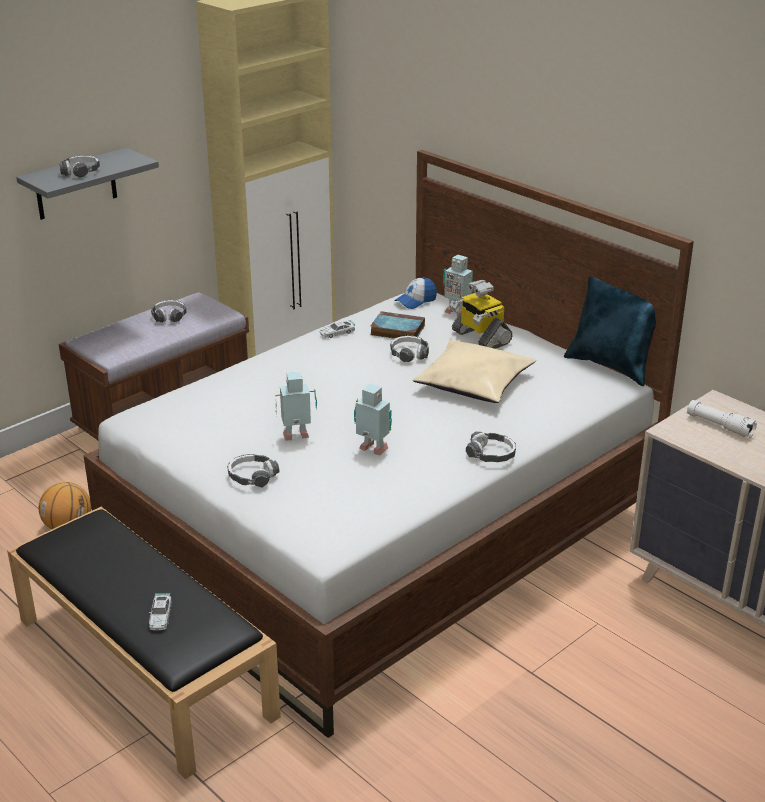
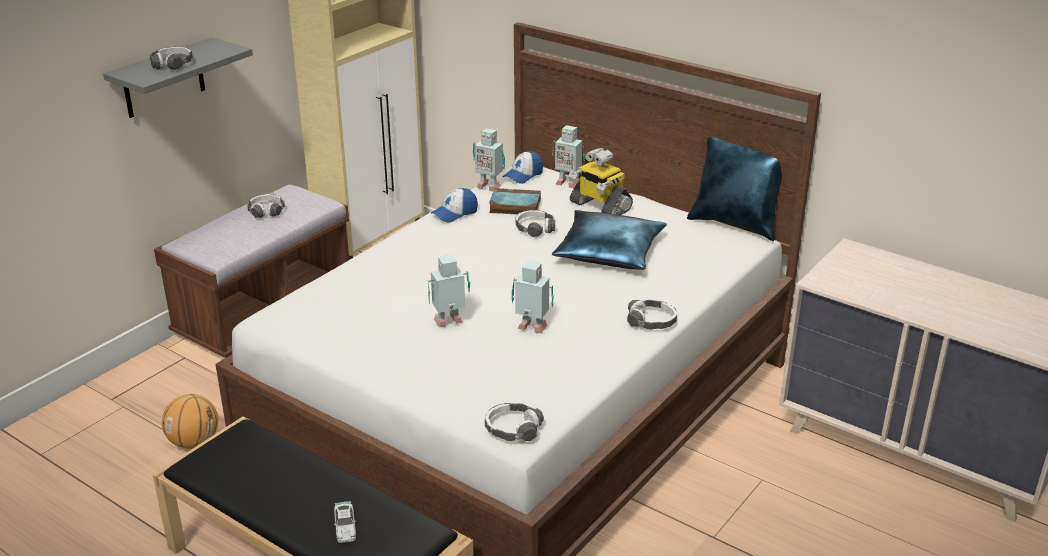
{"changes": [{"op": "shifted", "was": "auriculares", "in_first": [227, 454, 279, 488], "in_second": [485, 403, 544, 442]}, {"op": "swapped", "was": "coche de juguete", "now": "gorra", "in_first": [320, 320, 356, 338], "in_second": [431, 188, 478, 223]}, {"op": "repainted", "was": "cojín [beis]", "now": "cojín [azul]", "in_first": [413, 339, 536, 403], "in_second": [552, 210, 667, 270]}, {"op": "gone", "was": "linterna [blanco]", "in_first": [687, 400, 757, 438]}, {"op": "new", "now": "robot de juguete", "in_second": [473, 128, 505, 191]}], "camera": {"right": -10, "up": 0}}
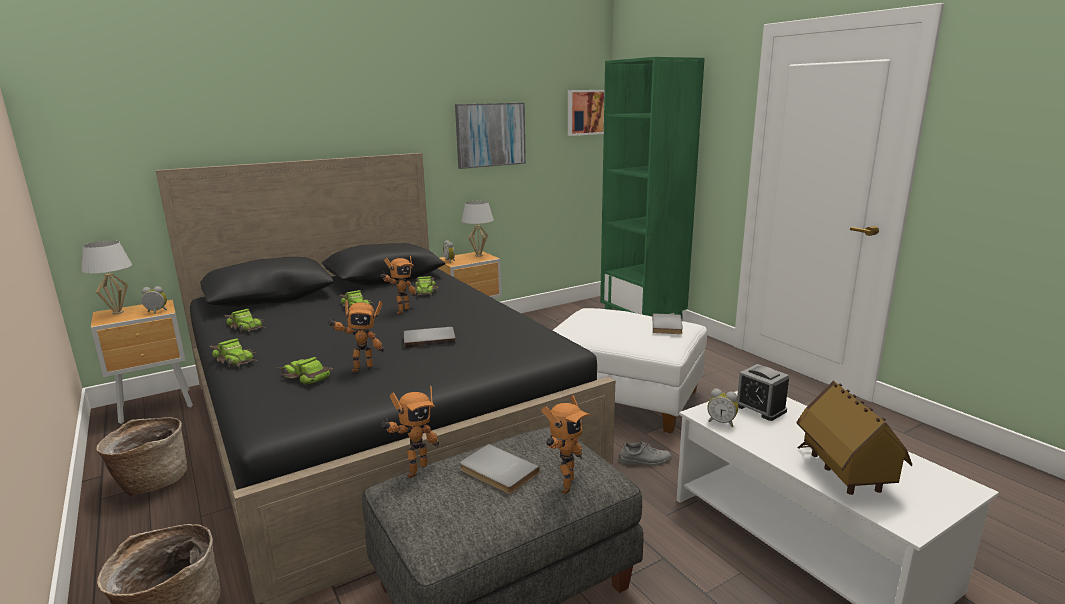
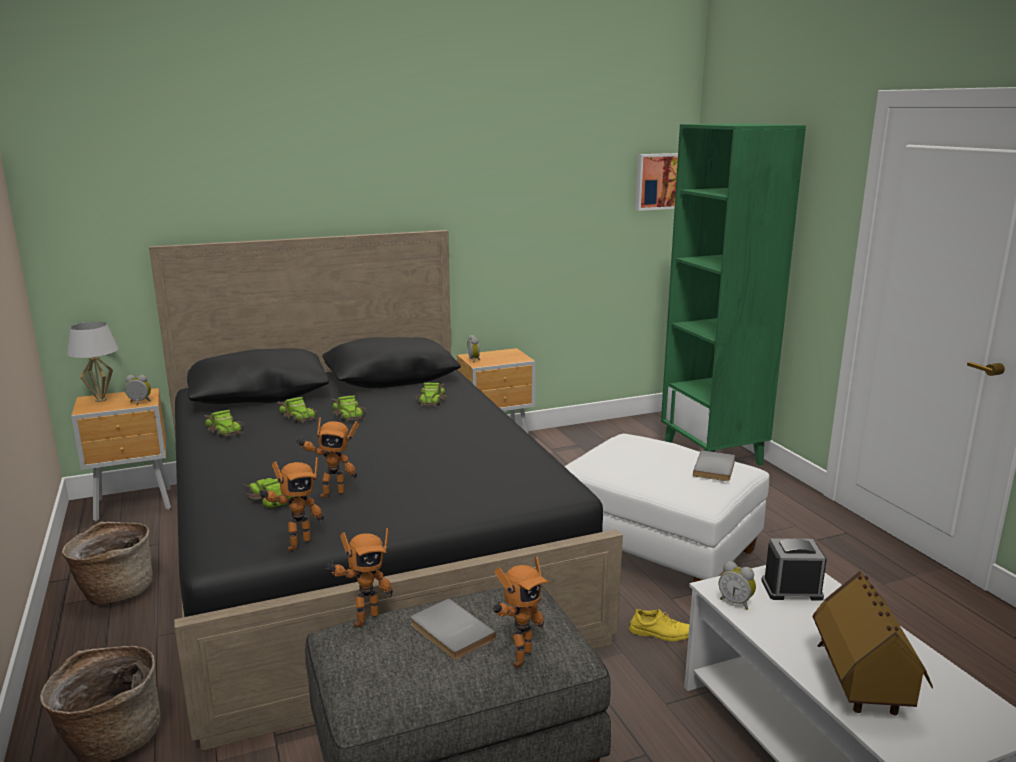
{"changes": [{"op": "shifted", "was": "coche de juguete", "in_first": [210, 339, 257, 367], "in_second": [277, 397, 319, 423]}, {"op": "shifted", "was": "robot de juguete", "in_first": [380, 256, 416, 314], "in_second": [258, 457, 324, 551]}, {"op": "gone", "was": "libro [gris]", "in_first": [404, 327, 456, 348]}, {"op": "gone", "was": "cuadro", "in_first": [455, 103, 526, 169]}, {"op": "gone", "was": "lámpara de mesa [blanco]", "in_first": [461, 201, 494, 257]}, {"op": "repainted", "was": "zapato [gris]", "now": "zapato [amarillo]", "in_first": [619, 441, 672, 466], "in_second": [629, 609, 689, 642]}, {"op": "rotated", "was": "despertador", "in_first": [737, 364, 789, 421], "in_second": [761, 538, 827, 601], "clockwise": 120}], "camera": {"right": 10, "up": 0}}
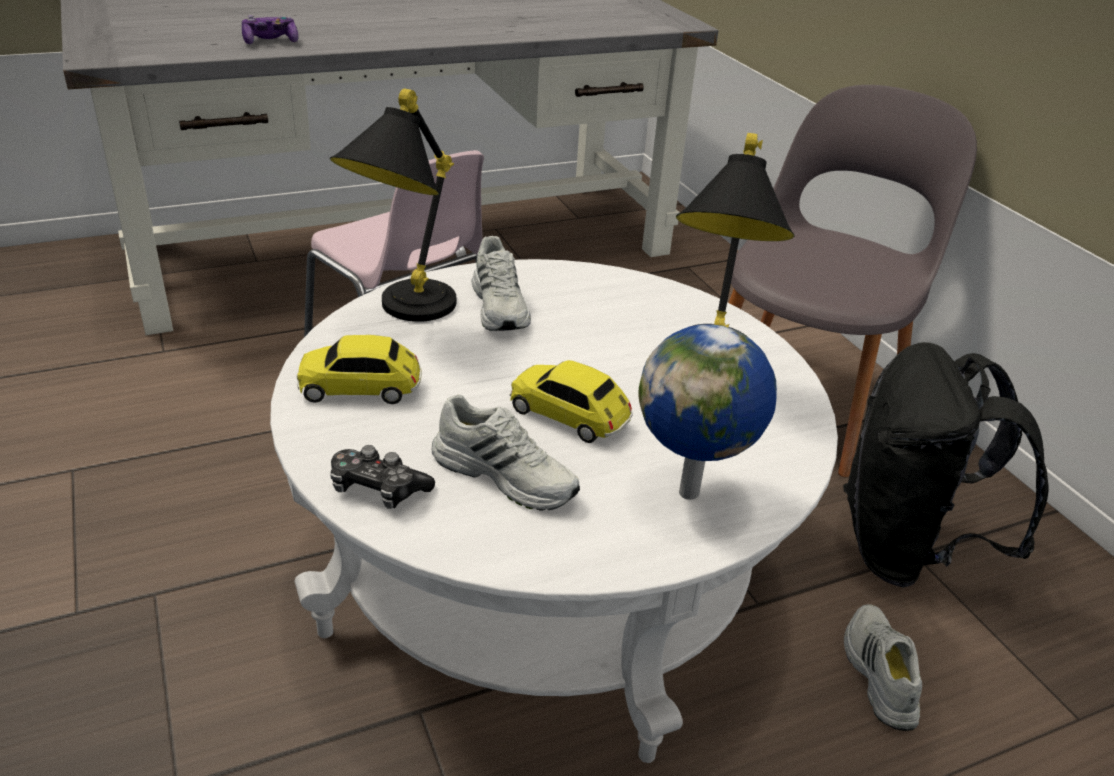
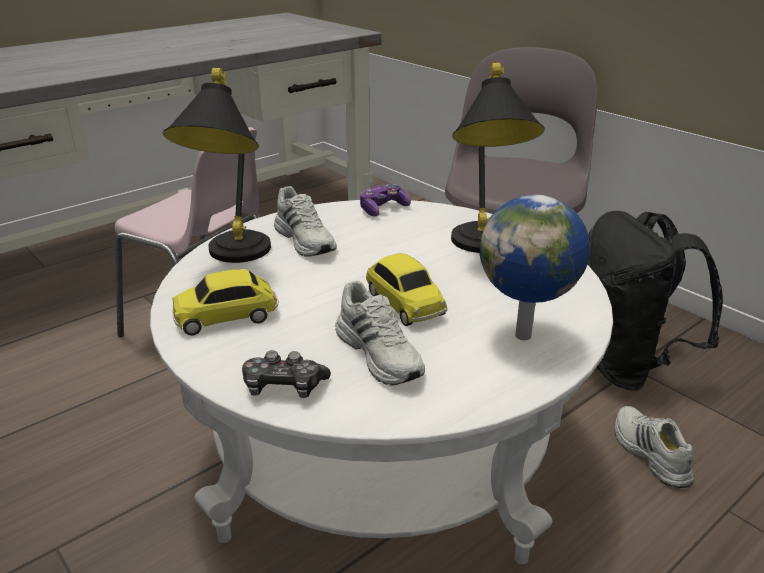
{"changes": [{"op": "shifted", "was": "mando de consola", "in_first": [242, 15, 299, 44], "in_second": [360, 184, 411, 216]}, {"op": "rotated", "was": "zapato [blanco]", "in_first": [431, 394, 580, 511], "in_second": [335, 281, 425, 386], "clockwise": 45}, {"op": "rotated", "was": "coche de juguete", "in_first": [510, 360, 633, 443], "in_second": [366, 253, 447, 326], "clockwise": -135}], "camera": {"right": -15, "up": -5}}
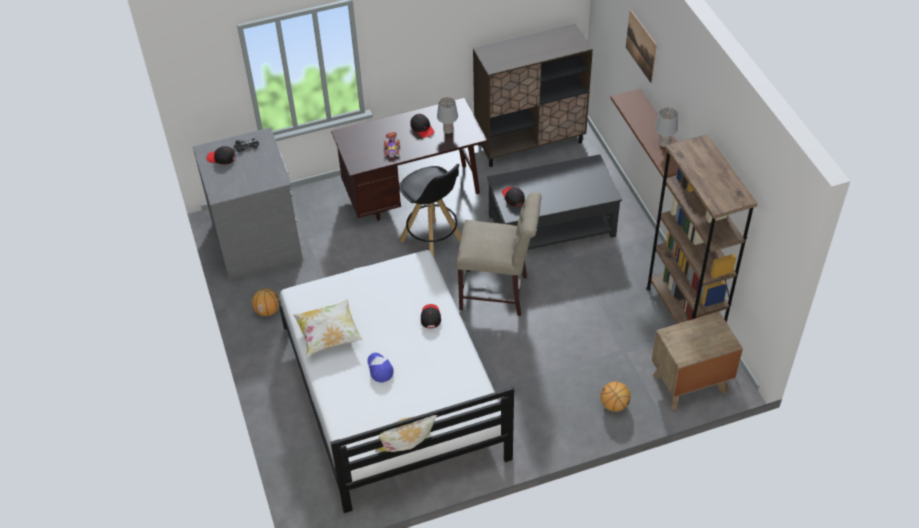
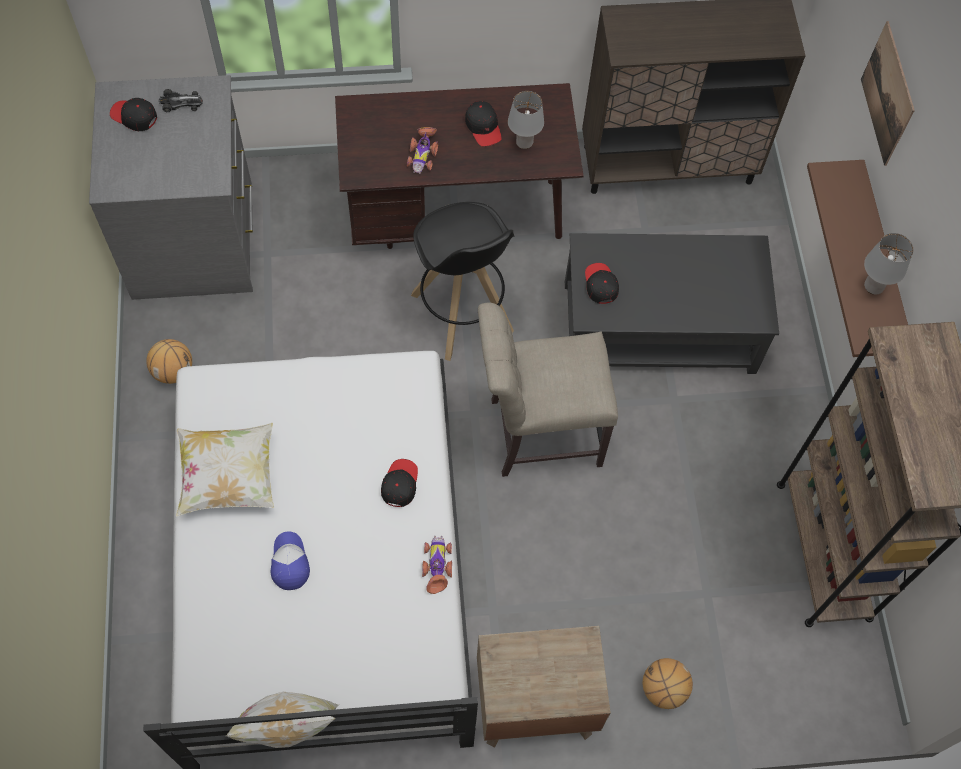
{"changes": [{"op": "rotated", "was": "silla [beis]", "in_first": [457, 192, 542, 316], "in_second": [478, 303, 618, 477], "clockwise": 150}, {"op": "shifted", "was": "mesita de noche [marrón]", "in_first": [652, 312, 743, 410], "in_second": [477, 626, 611, 748]}, {"op": "new", "now": "coche de juguete", "in_second": [422, 536, 452, 594]}], "camera": {"right": 10, "up": 15}}
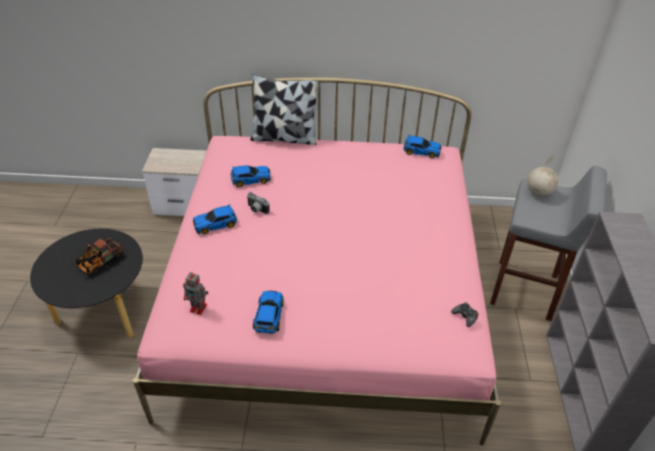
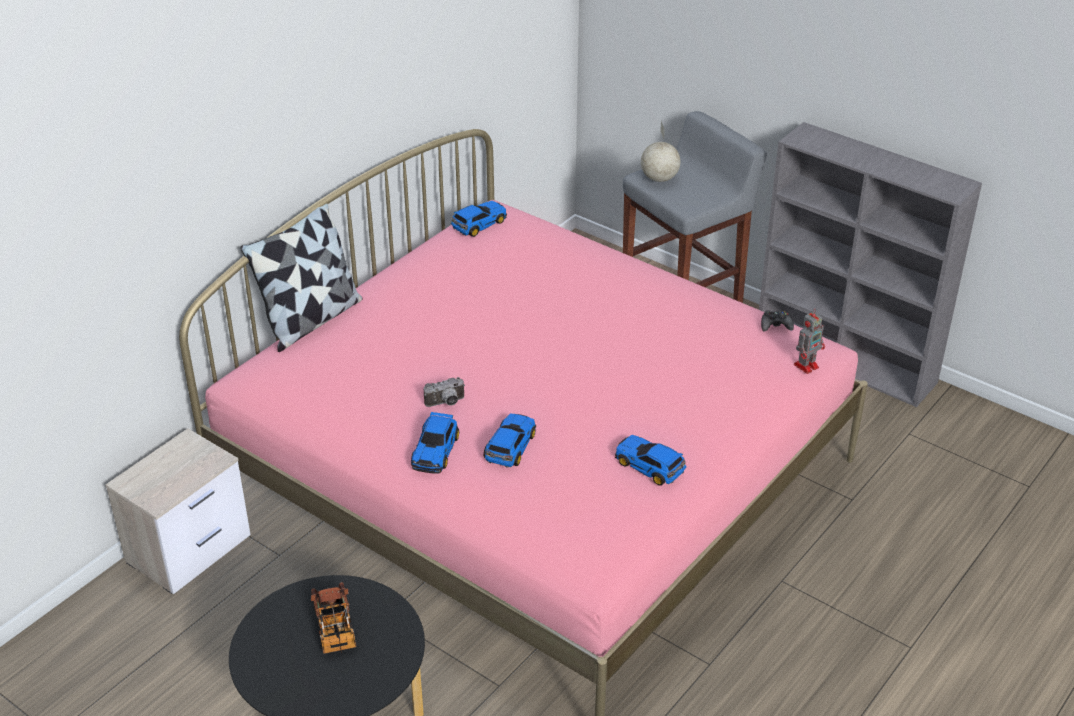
{"changes": [{"op": "shifted", "was": "robot de juguete", "in_first": [183, 272, 209, 315], "in_second": [794, 309, 825, 374]}, {"op": "shifted", "was": "coche de juguete", "in_first": [231, 165, 271, 187], "in_second": [483, 414, 536, 468]}], "camera": {"right": -55, "up": -5}}
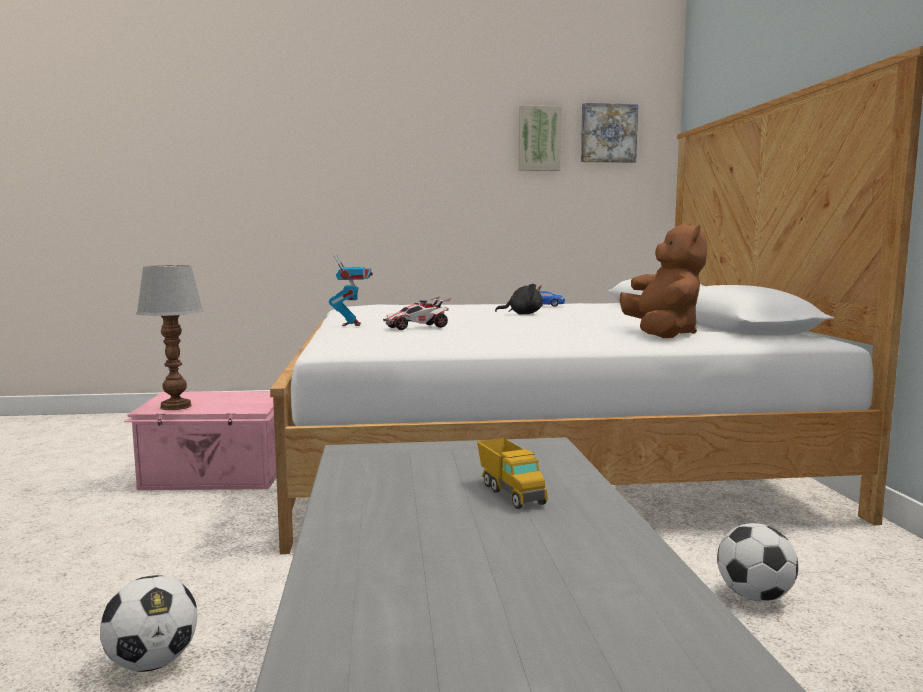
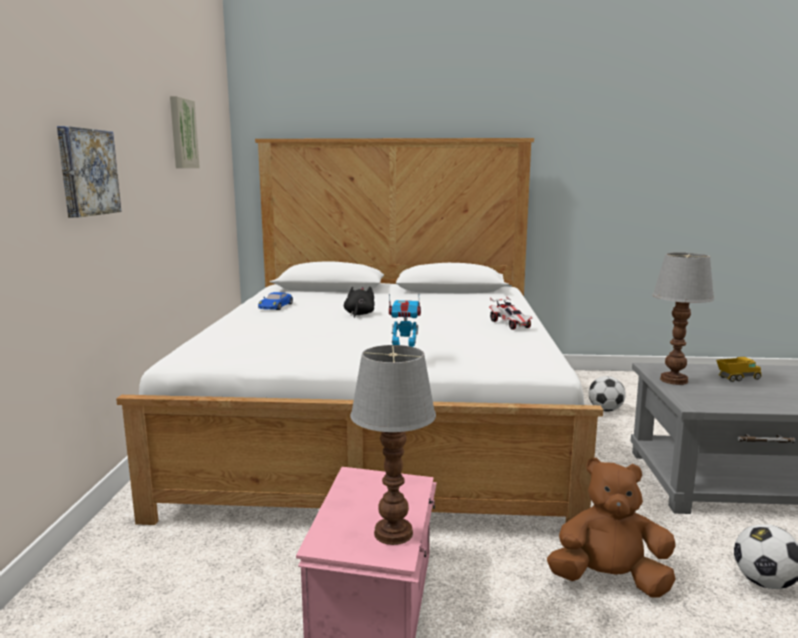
{"changes": [{"op": "shifted", "was": "coche de juguete", "in_first": [383, 296, 451, 330], "in_second": [489, 296, 532, 330]}, {"op": "shifted", "was": "cuadro", "in_first": [581, 103, 638, 163], "in_second": [57, 126, 121, 218]}, {"op": "shifted", "was": "peluche [marrón]", "in_first": [619, 223, 707, 338], "in_second": [547, 458, 676, 598]}, {"op": "new", "now": "lámpara de mesa", "in_second": [653, 253, 714, 385]}], "camera": {"right": -80, "up": 5}}
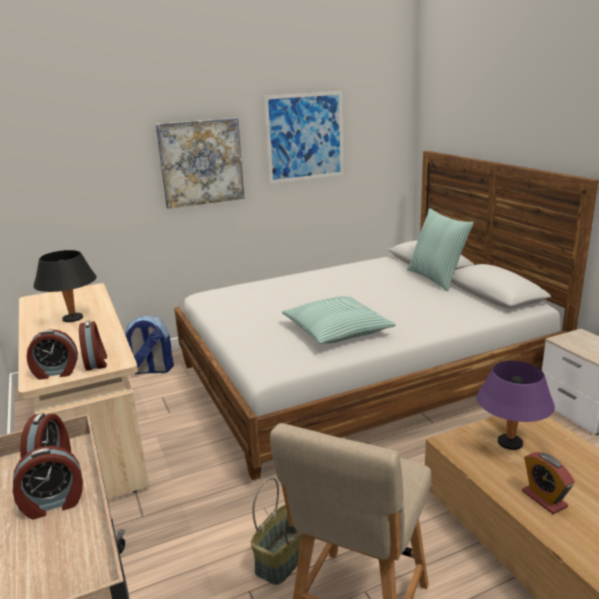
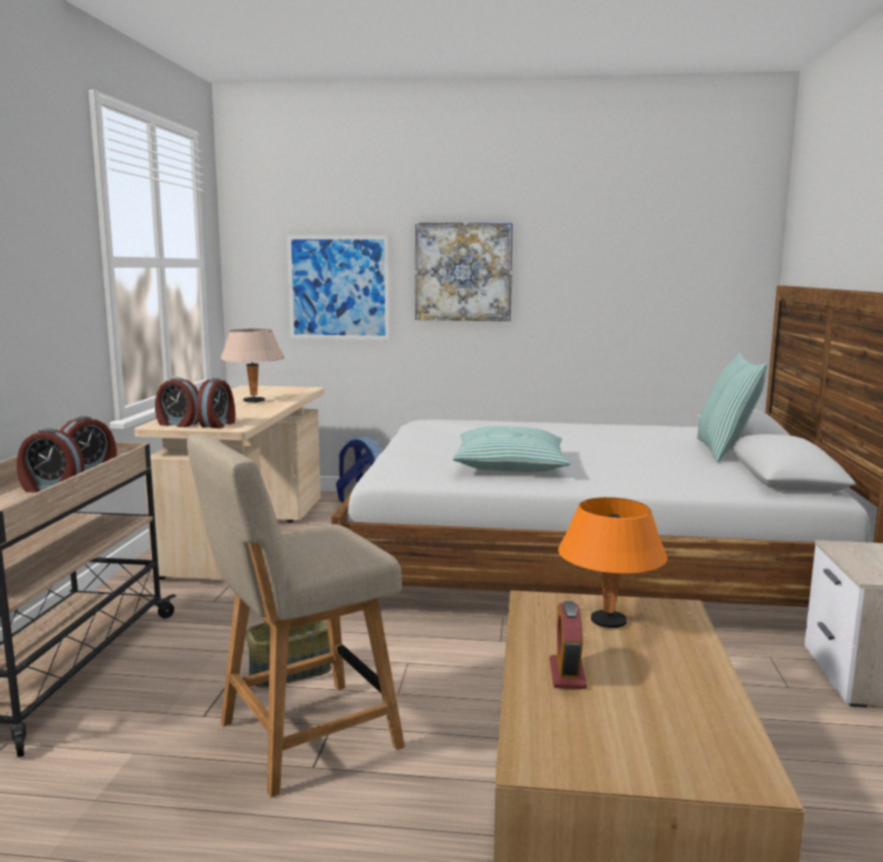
{"changes": [{"op": "repainted", "was": "lámpara de mesa [negro]", "now": "lámpara de mesa [beis]", "in_first": [33, 250, 97, 322], "in_second": [220, 329, 284, 403]}, {"op": "shifted", "was": "cuadro", "in_first": [264, 91, 343, 184], "in_second": [287, 235, 390, 340]}, {"op": "repainted", "was": "lámpara de mesa [morado]", "now": "lámpara de mesa [naranja]", "in_first": [477, 361, 555, 450], "in_second": [558, 497, 668, 628]}], "camera": {"right": 30, "up": -10}}
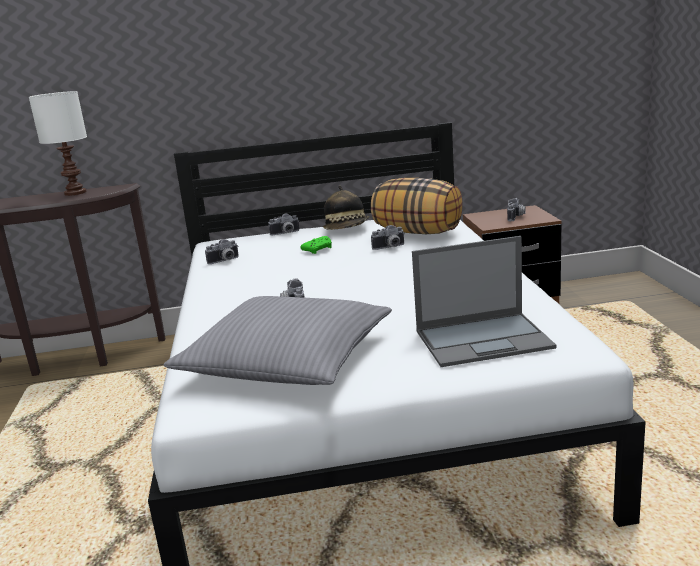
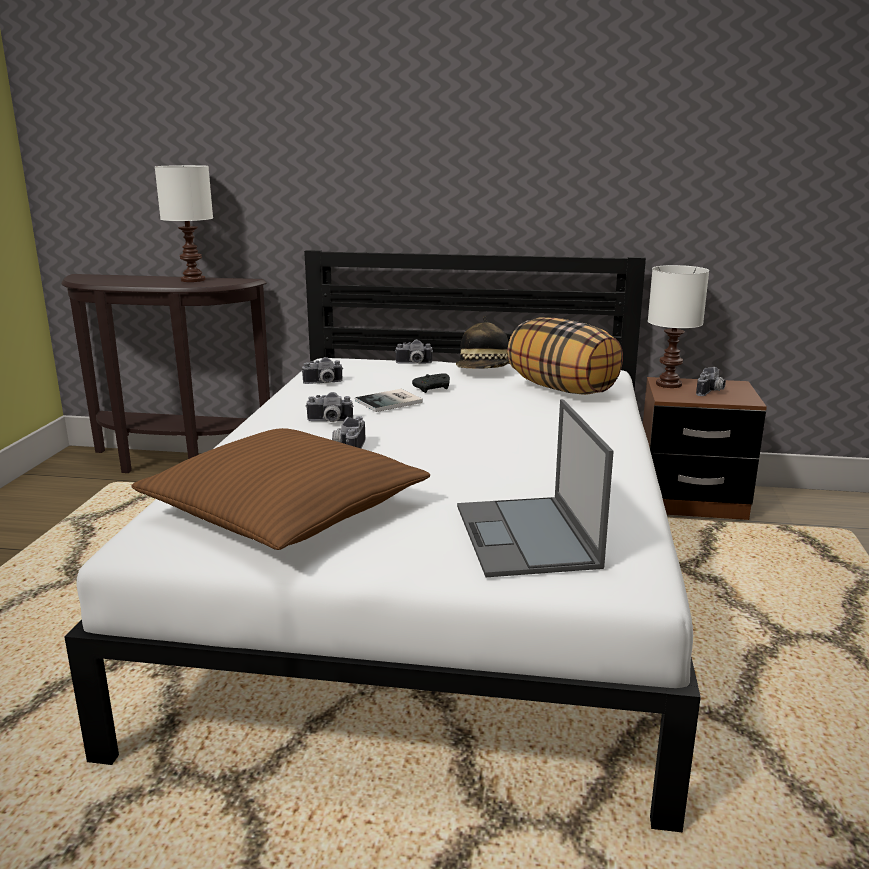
{"changes": [{"op": "repainted", "was": "cojín [gris]", "now": "cojín [marrón]", "in_first": [164, 296, 392, 385], "in_second": [131, 428, 430, 550]}, {"op": "repainted", "was": "mando de consola [verde]", "now": "mando de consola [negro]", "in_first": [301, 236, 332, 254], "in_second": [412, 373, 450, 393]}, {"op": "shifted", "was": "cámara", "in_first": [371, 225, 405, 250], "in_second": [305, 392, 353, 422]}, {"op": "rotated", "was": "portátil", "in_first": [412, 236, 556, 367], "in_second": [457, 399, 614, 577], "clockwise": 75}, {"op": "new", "now": "libro", "in_second": [355, 389, 423, 412]}, {"op": "new", "now": "lámpara de mesa [blanco]", "in_second": [648, 265, 709, 388]}], "camera": {"right": 15, "up": 0}}
